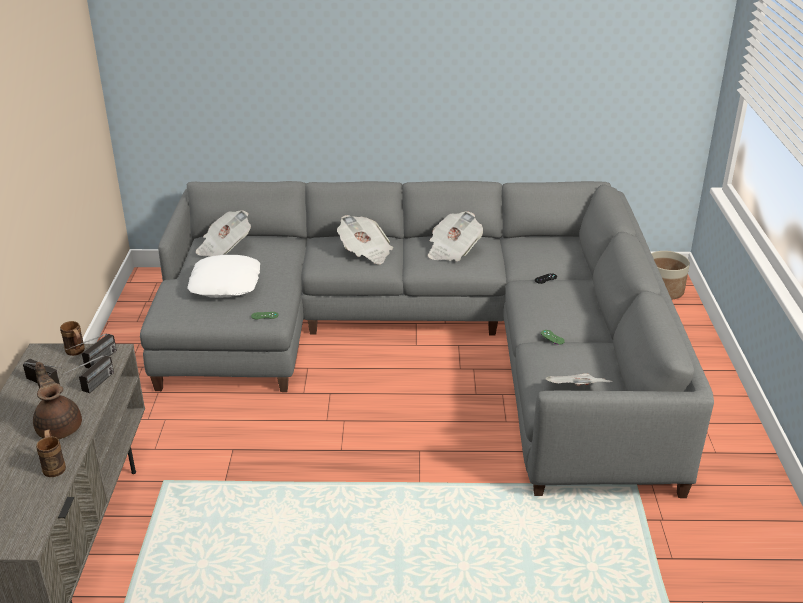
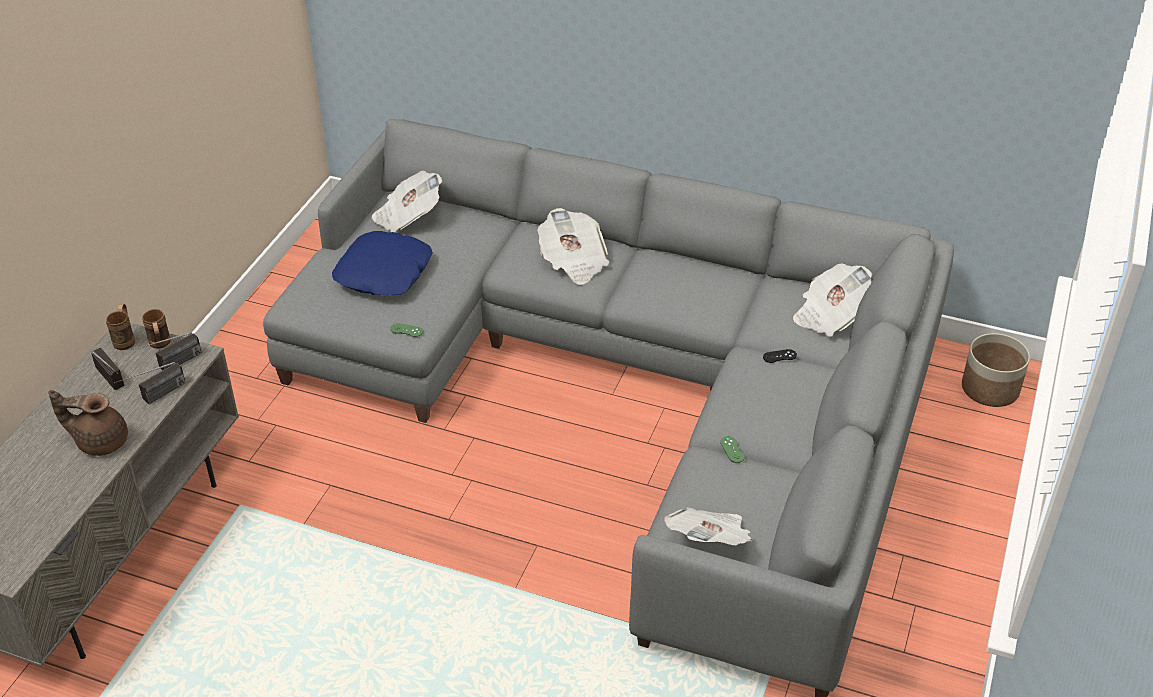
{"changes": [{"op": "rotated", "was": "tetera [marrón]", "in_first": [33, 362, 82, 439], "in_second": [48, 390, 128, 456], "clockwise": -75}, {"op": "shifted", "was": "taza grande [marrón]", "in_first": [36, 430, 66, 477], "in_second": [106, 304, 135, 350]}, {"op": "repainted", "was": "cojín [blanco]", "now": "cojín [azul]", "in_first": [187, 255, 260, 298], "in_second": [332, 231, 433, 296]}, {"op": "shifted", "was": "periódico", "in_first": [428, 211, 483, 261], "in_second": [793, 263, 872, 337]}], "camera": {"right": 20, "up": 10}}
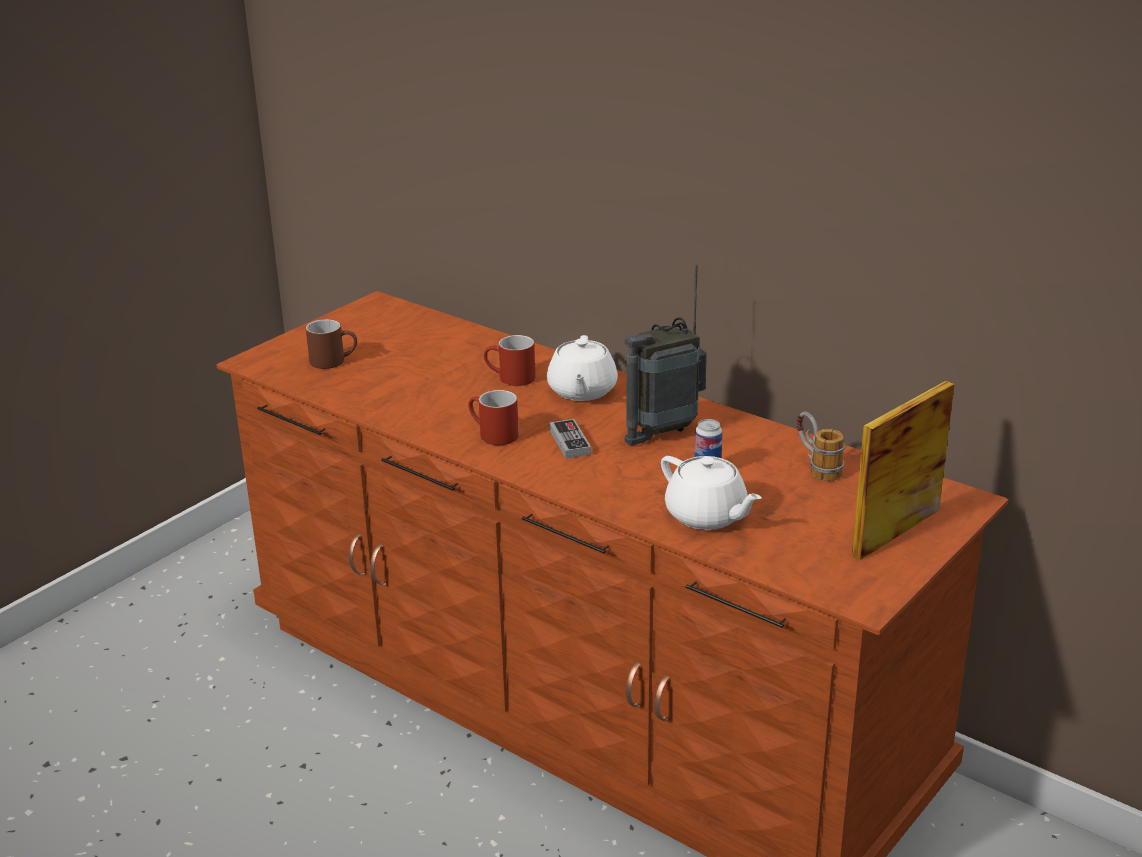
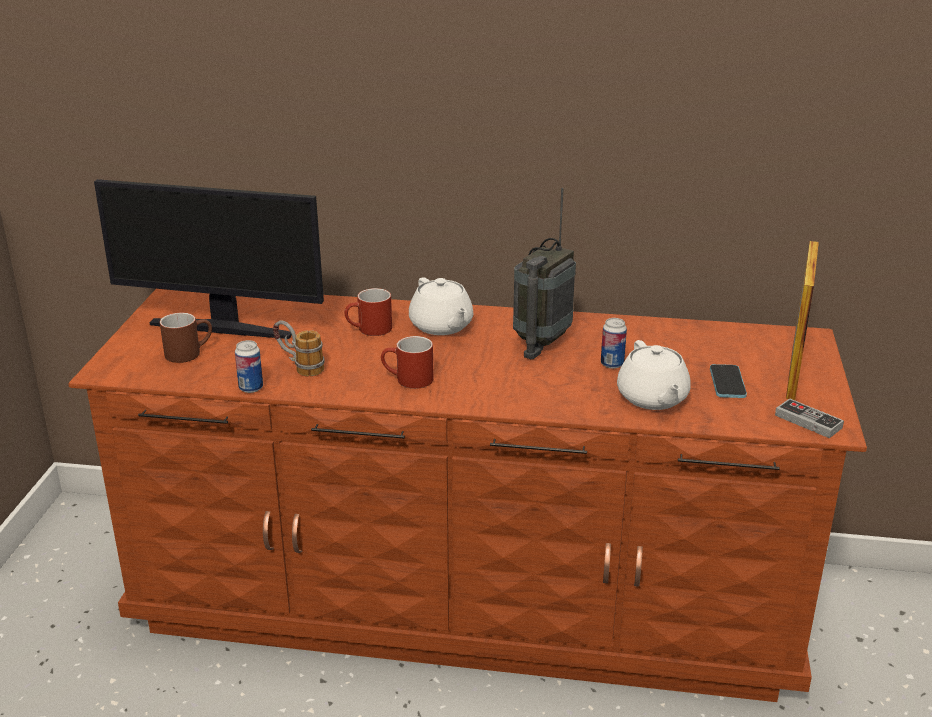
{"changes": [{"op": "shifted", "was": "mando de consola", "in_first": [549, 419, 591, 459], "in_second": [775, 398, 844, 438]}, {"op": "rotated", "was": "tetera [blanco]", "in_first": [661, 456, 762, 530], "in_second": [617, 340, 691, 410], "clockwise": 60}, {"op": "shifted", "was": "taza grande", "in_first": [797, 412, 845, 481], "in_second": [273, 321, 324, 376]}, {"op": "new", "now": "monitor", "in_second": [94, 179, 324, 339]}, {"op": "new", "now": "lata", "in_second": [235, 340, 263, 393]}, {"op": "new", "now": "móvil", "in_second": [710, 364, 747, 398]}], "camera": {"right": -30, "up": 0}}
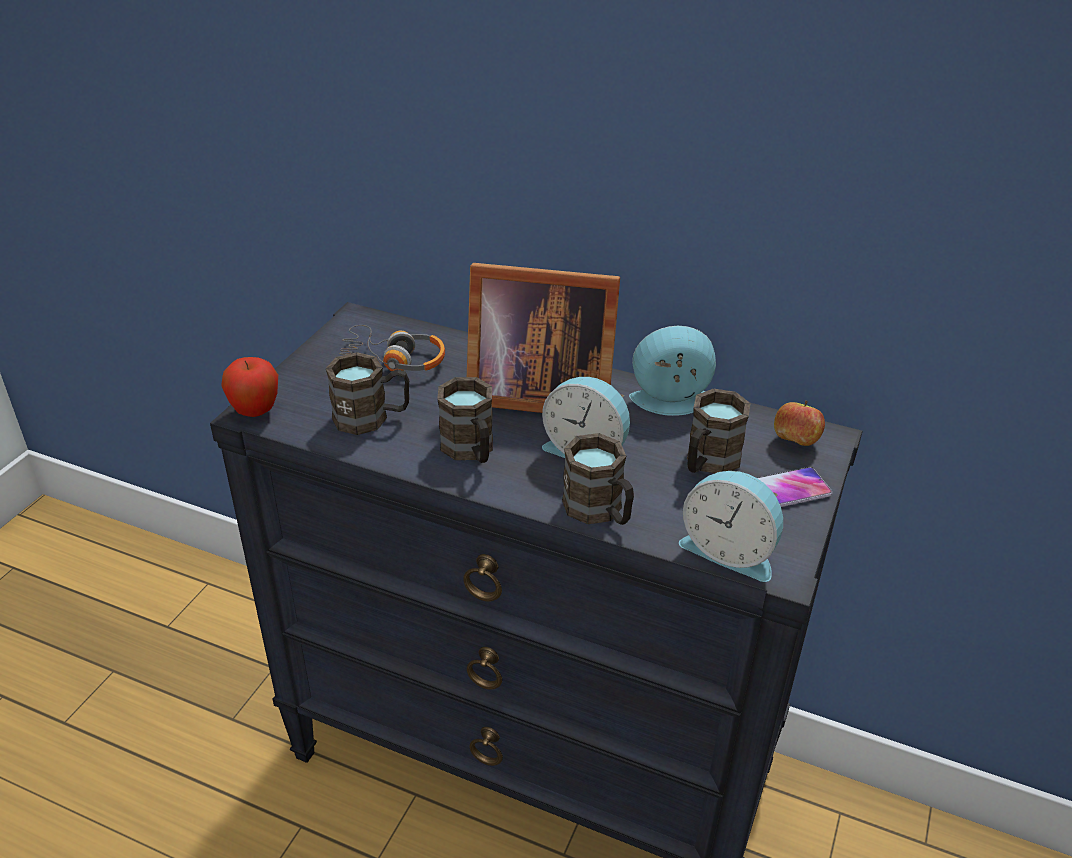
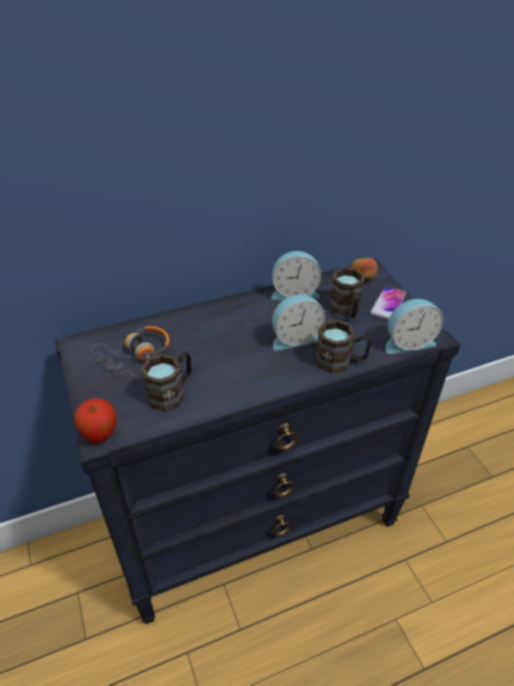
{"changes": [{"op": "gone", "was": "taza grande [marrón]", "in_first": [437, 377, 493, 463]}, {"op": "gone", "was": "portarretratos", "in_first": [467, 263, 620, 413]}, {"op": "rotated", "was": "despertador", "in_first": [629, 326, 716, 416], "in_second": [271, 251, 321, 300], "clockwise": -135}], "camera": {"right": -45, "up": 5}}
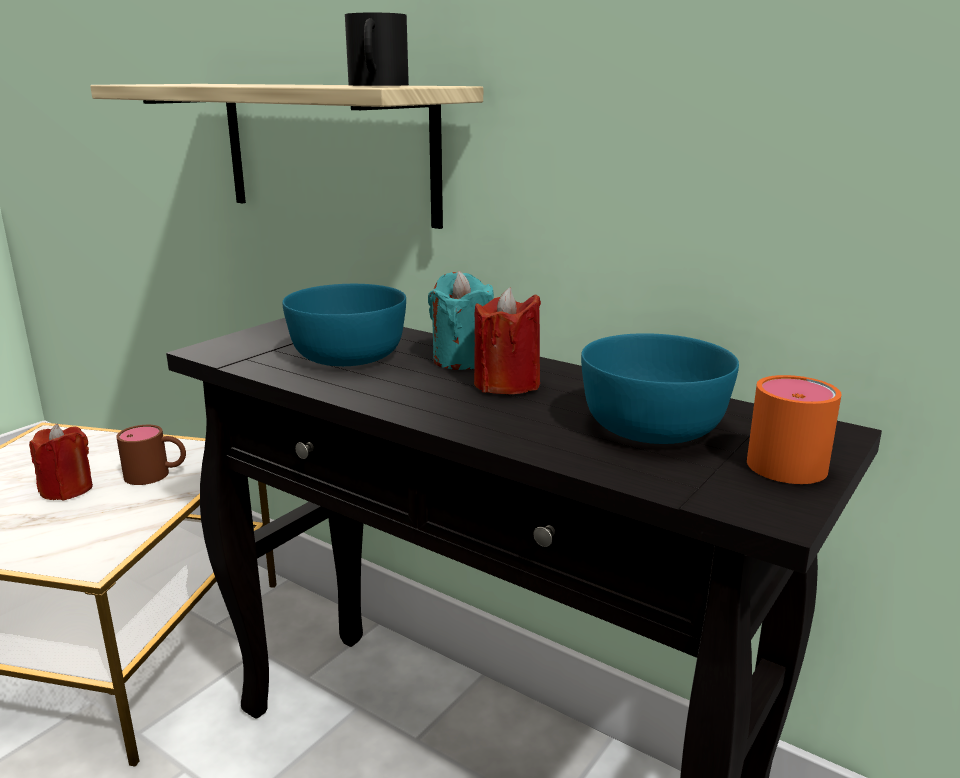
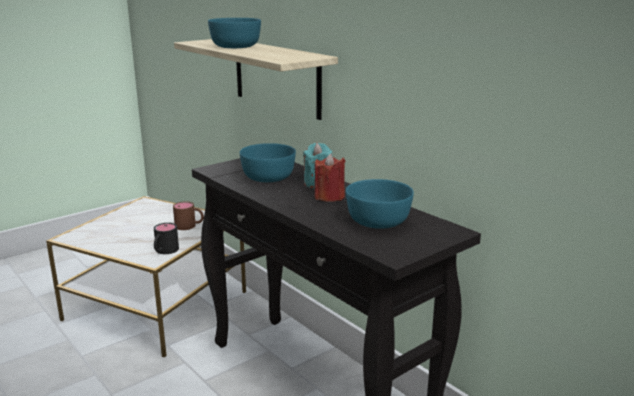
{"changes": [{"op": "gone", "was": "vela [rojo]", "in_first": [29, 424, 93, 500]}, {"op": "shifted", "was": "taza grande [negro]", "in_first": [345, 13, 409, 86], "in_second": [154, 223, 179, 254]}, {"op": "gone", "was": "taza grande [naranja]", "in_first": [747, 375, 842, 484]}, {"op": "new", "now": "cuenco [turquesa]", "in_second": [208, 18, 261, 48]}], "camera": {"right": 15, "up": 0}}
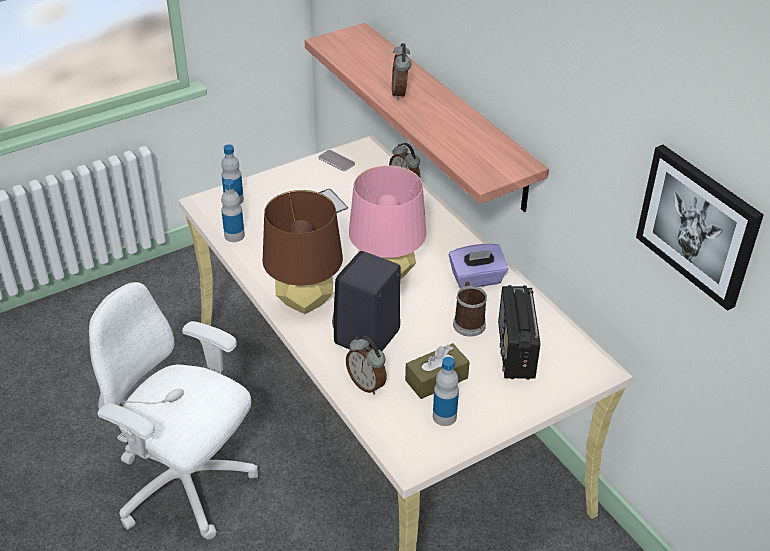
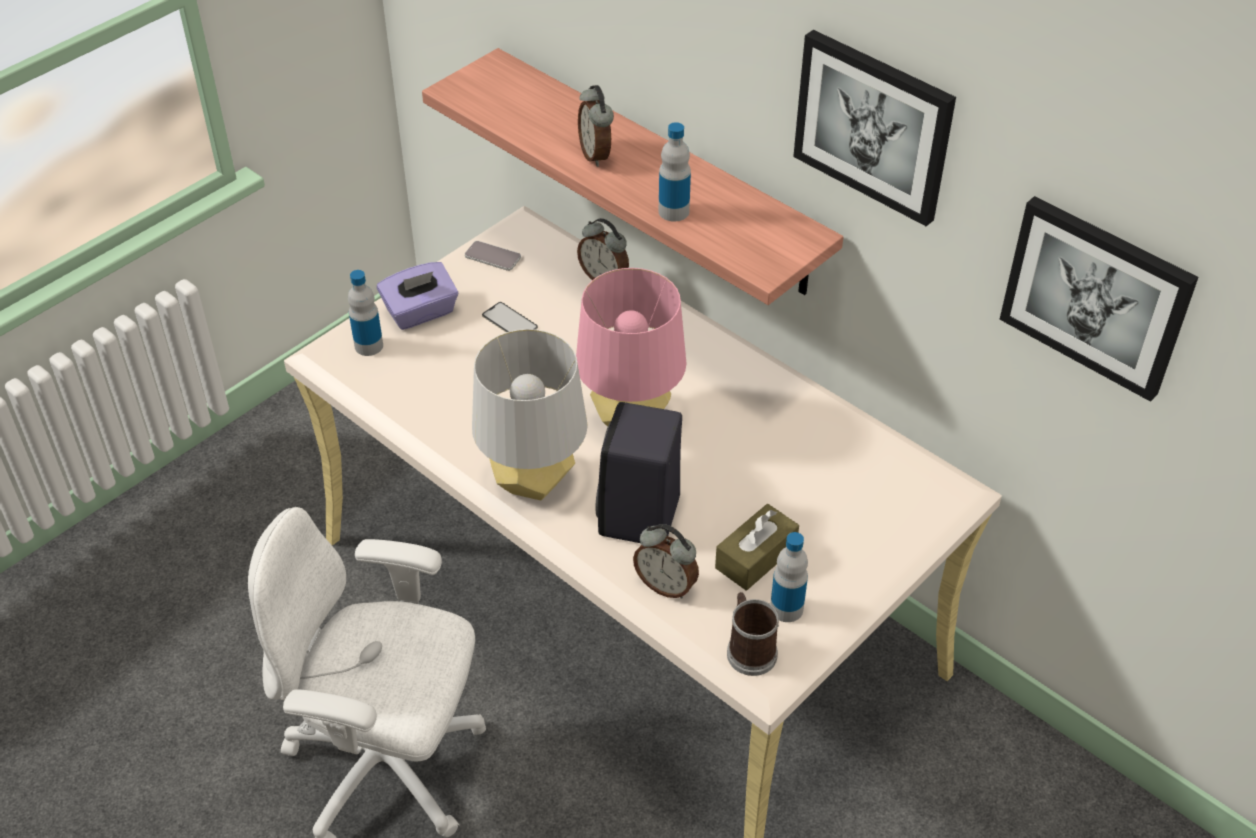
{"changes": [{"op": "shifted", "was": "botella", "in_first": [221, 179, 245, 242], "in_second": [659, 122, 691, 221]}, {"op": "repainted", "was": "lámpara de mesa [marrón]", "now": "lámpara de mesa [gris]", "in_first": [263, 190, 343, 314], "in_second": [472, 329, 588, 500]}, {"op": "shifted", "was": "caja de pañuelos [morado]", "in_first": [449, 243, 508, 289], "in_second": [377, 262, 458, 330]}, {"op": "shifted", "was": "taza grande", "in_first": [453, 281, 487, 337], "in_second": [727, 592, 779, 676]}, {"op": "gone", "was": "radio", "in_first": [498, 285, 540, 379]}, {"op": "new", "now": "cuadro", "in_second": [793, 30, 956, 226]}], "camera": {"right": -15, "up": 5}}
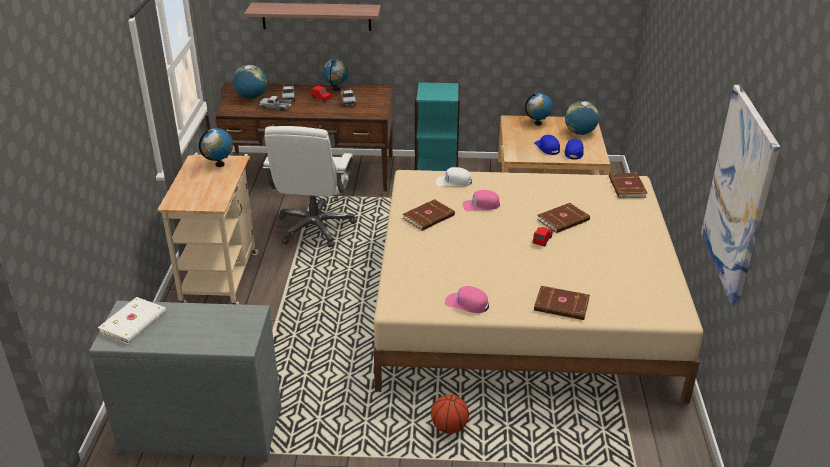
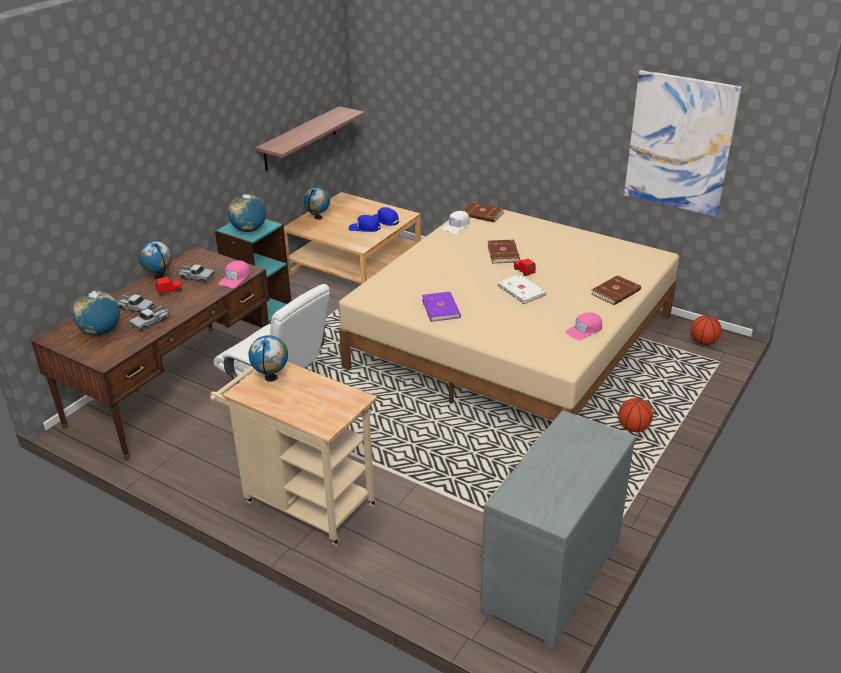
{"changes": [{"op": "shifted", "was": "libro [blanco]", "in_first": [98, 297, 167, 344], "in_second": [497, 274, 547, 305]}, {"op": "shifted", "was": "estante", "in_first": [244, 3, 381, 31], "in_second": [256, 106, 365, 171]}, {"op": "repainted", "was": "libro [marrón]", "now": "libro [morado]", "in_first": [403, 199, 455, 231], "in_second": [422, 292, 461, 322]}, {"op": "shifted", "was": "gorra [blanco]", "in_first": [436, 167, 472, 187], "in_second": [442, 211, 470, 234]}, {"op": "shifted", "was": "gorra [rosa]", "in_first": [463, 190, 500, 211], "in_second": [219, 261, 250, 288]}, {"op": "shifted", "was": "globo terráqueo", "in_first": [565, 101, 599, 135], "in_second": [228, 194, 266, 232]}, {"op": "new", "now": "balón de baloncesto", "in_second": [691, 315, 722, 345]}], "camera": {"right": -60, "up": 0}}
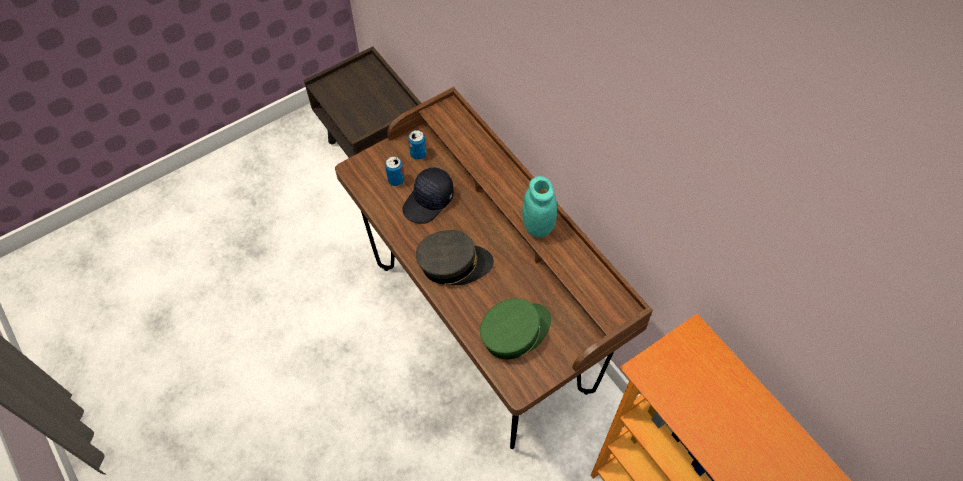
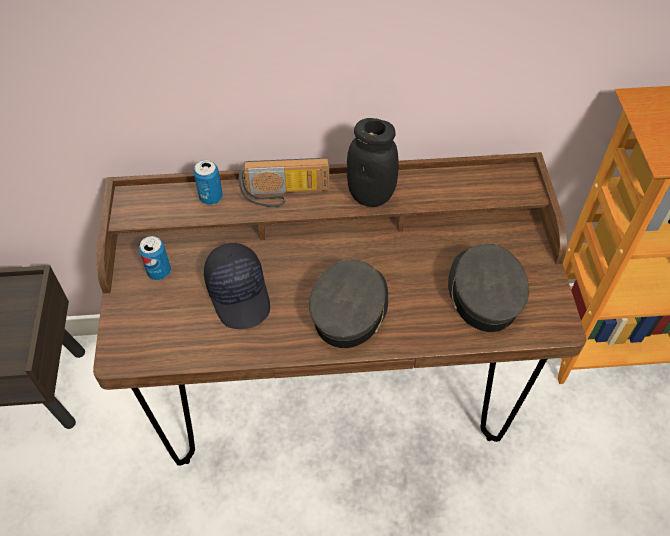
{"changes": [{"op": "shifted", "was": "lata", "in_first": [385, 156, 404, 186], "in_second": [193, 160, 223, 205]}, {"op": "repainted", "was": "gorra [verde]", "now": "gorra [gris]", "in_first": [480, 298, 551, 359], "in_second": [448, 243, 529, 332]}, {"op": "repainted", "was": "tarro [turquesa]", "now": "tarro [negro]", "in_first": [522, 176, 557, 237], "in_second": [347, 118, 399, 207]}, {"op": "new", "now": "radio", "in_second": [239, 158, 329, 207]}], "camera": {"right": -60, "up": -5}}
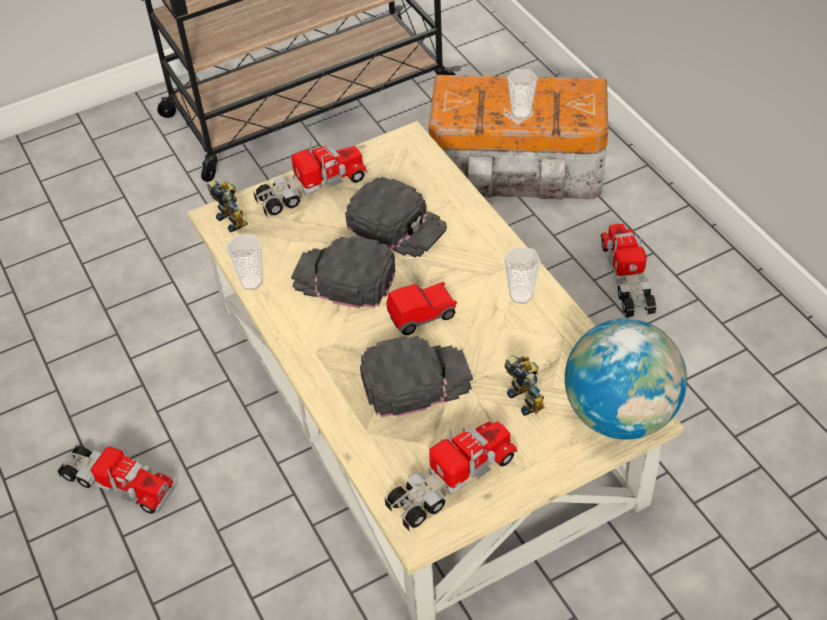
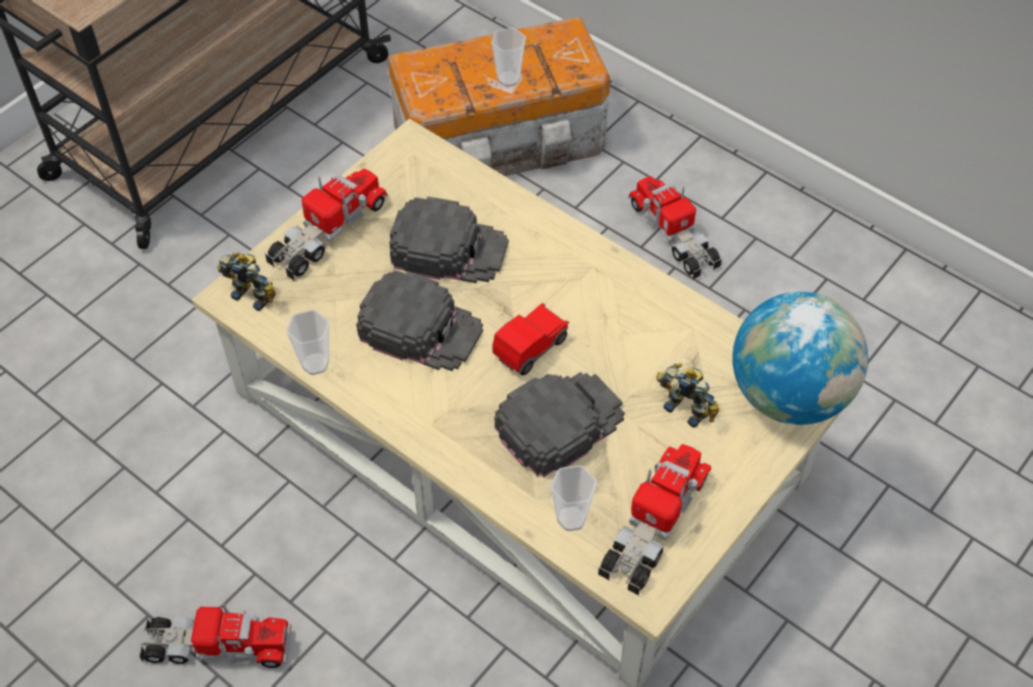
{"changes": [{"op": "rotated", "was": "gorra [negro]", "in_first": [291, 236, 395, 308], "in_second": [356, 271, 483, 371], "clockwise": -150}, {"op": "shifted", "was": "taza", "in_first": [504, 247, 541, 304], "in_second": [551, 465, 597, 531]}], "camera": {"right": -25, "up": 5}}
